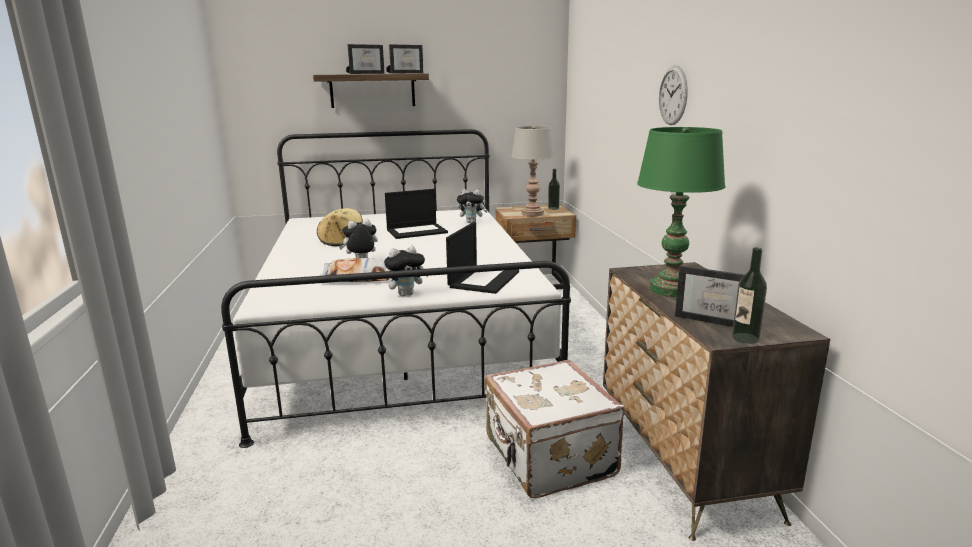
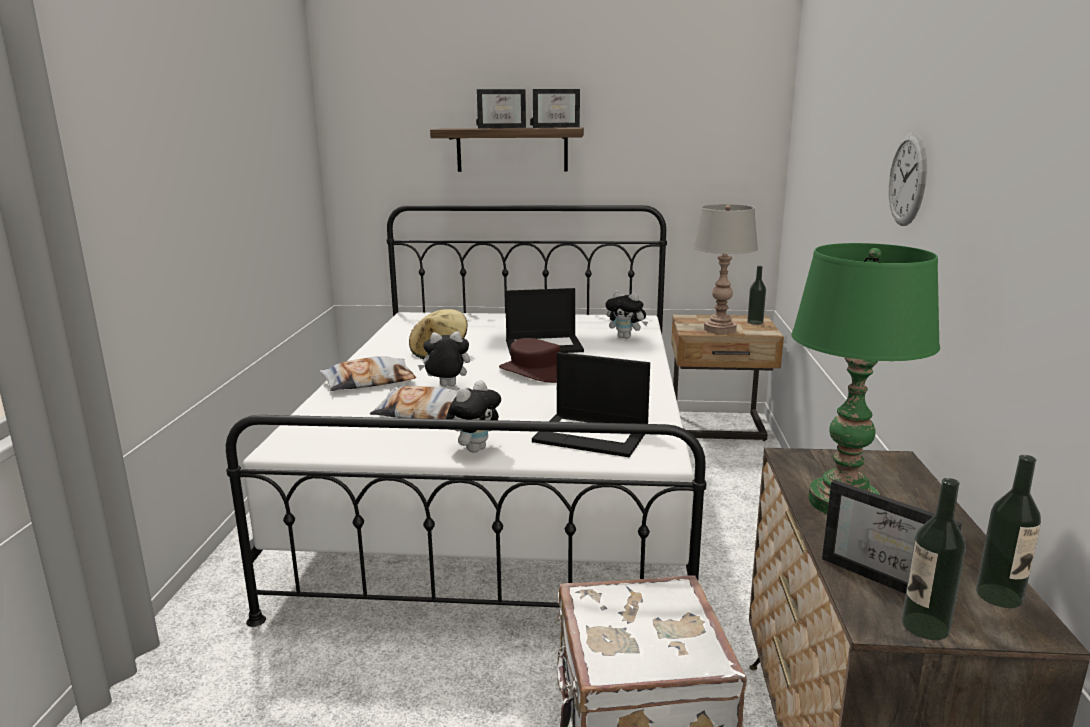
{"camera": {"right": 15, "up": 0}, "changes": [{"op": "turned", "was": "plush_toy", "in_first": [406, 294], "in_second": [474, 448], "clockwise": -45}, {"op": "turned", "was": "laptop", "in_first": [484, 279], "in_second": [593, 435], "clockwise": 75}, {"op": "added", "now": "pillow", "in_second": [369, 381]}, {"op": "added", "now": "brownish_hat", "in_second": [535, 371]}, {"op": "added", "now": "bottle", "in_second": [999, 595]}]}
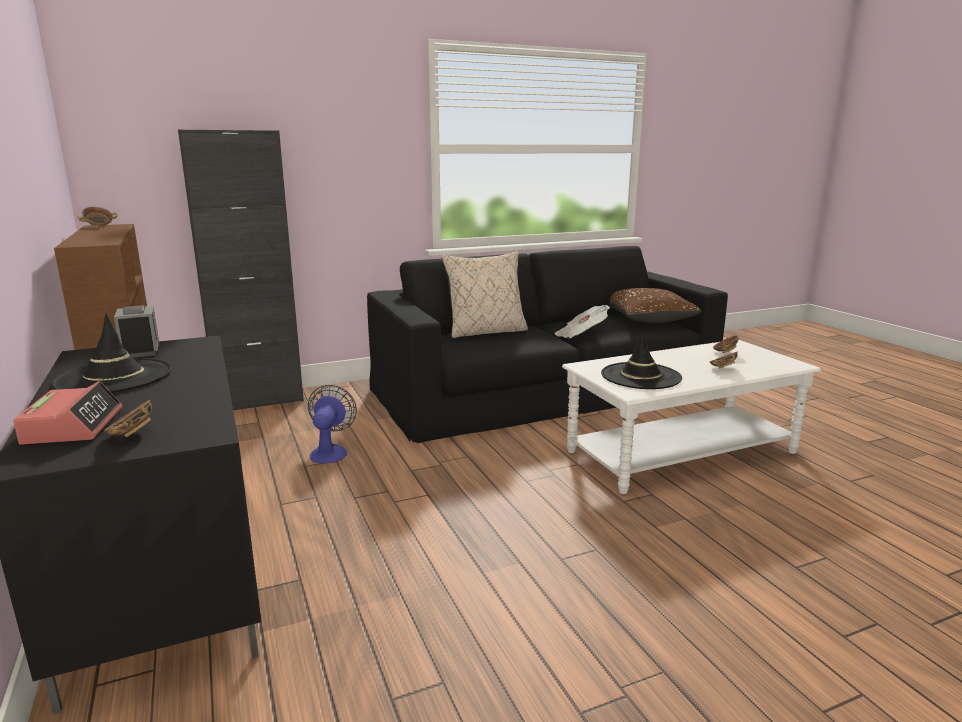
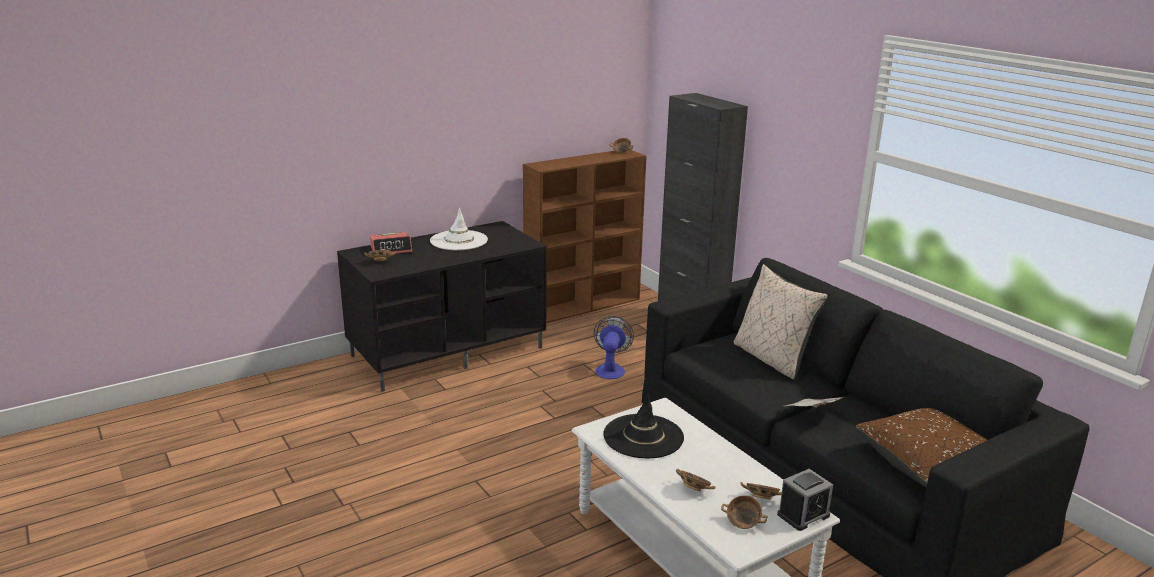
{"camera": {"right": 80, "up": 5}, "changes": [{"op": "recoloured", "was": "black-coloured_hat", "now": "white-coloured_hat", "in_first": [114, 377], "in_second": [459, 241]}, {"op": "moved", "was": "table_clock", "in_first": [141, 350], "in_second": [803, 515]}, {"op": "turned", "was": "electric_fan", "in_first": [330, 451], "in_second": [610, 369], "clockwise": -75}, {"op": "added", "now": "bowl", "in_second": [743, 523]}]}
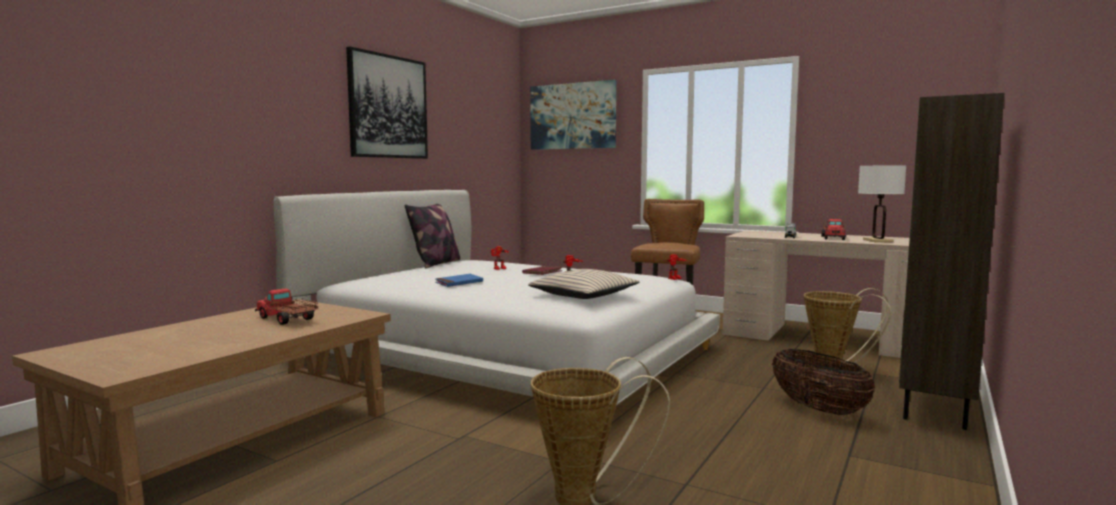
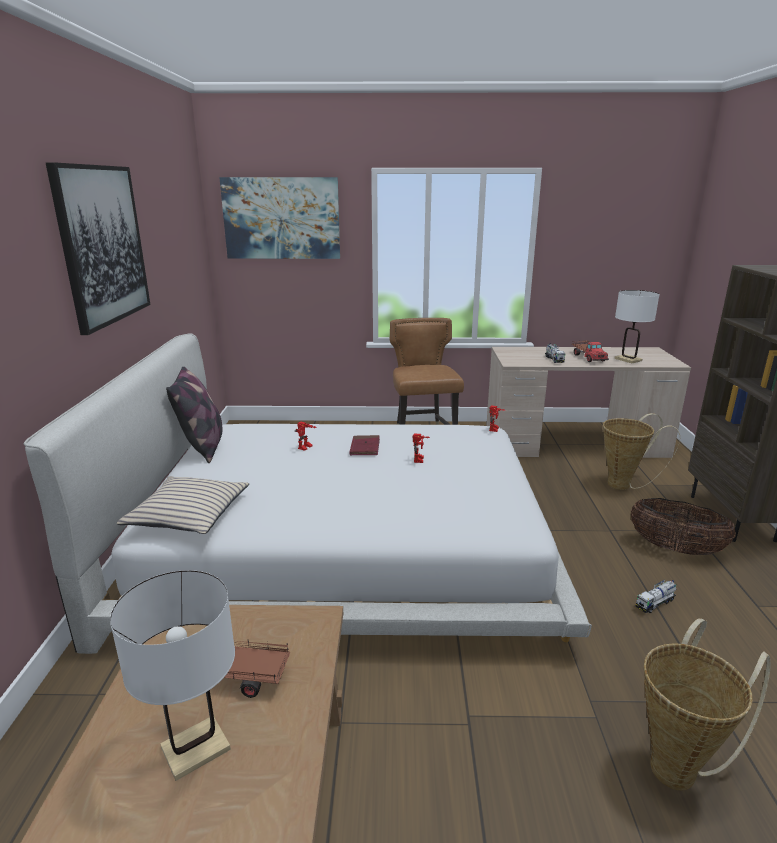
{"camera": {"right": -30, "up": 15}, "changes": [{"op": "removed", "was": "blue-coloured_book", "in_first": [459, 283]}, {"op": "moved", "was": "beige-coloured_pillow", "in_first": [583, 295], "in_second": [188, 515]}, {"op": "added", "now": "white-coloured_lamp_for_a_table", "in_second": [195, 749]}, {"op": "added", "now": "toy_truck", "in_second": [655, 603]}]}
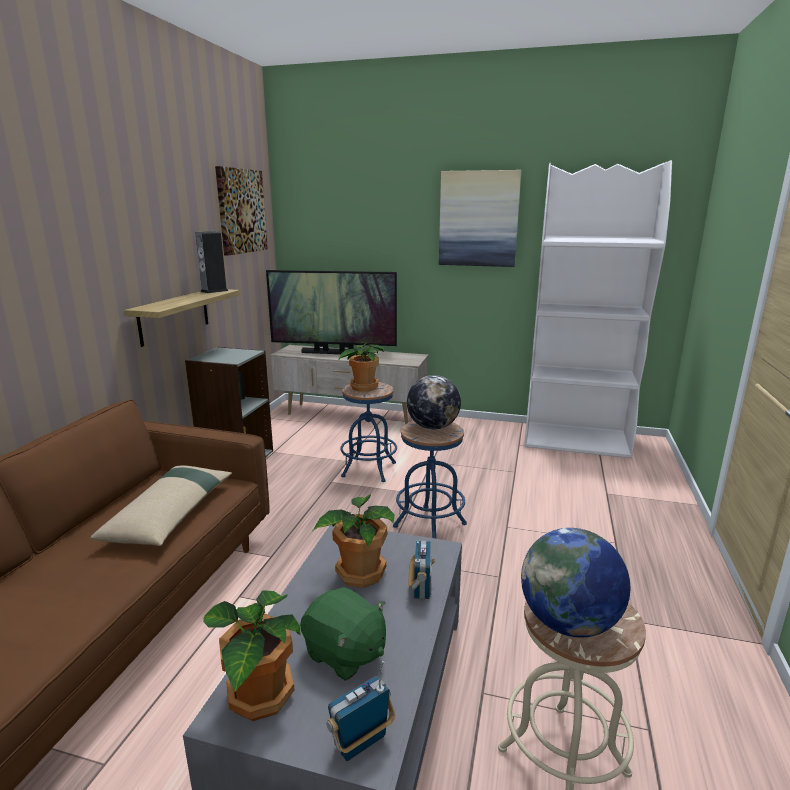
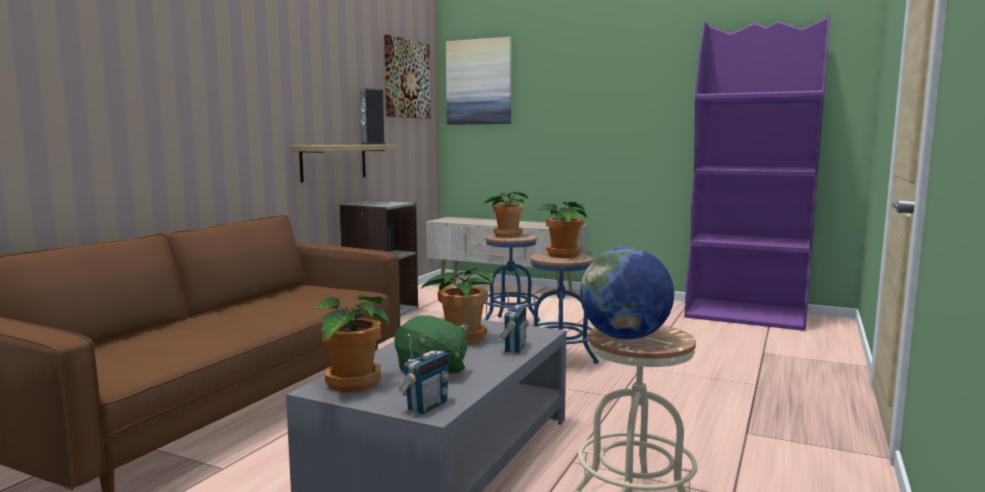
{"camera": {"right": 10, "up": -10}, "changes": [{"op": "removed", "was": "beige-coloured_pillow", "in_first": [171, 514]}, {"op": "removed", "was": "TV", "in_first": [334, 352]}, {"op": "turned", "was": "radio_receiver", "in_first": [361, 742], "in_second": [427, 406], "clockwise": 150}, {"op": "replaced", "was": "world_globe", "now": "houseplant", "in_first": [433, 427], "in_second": [563, 255]}, {"op": "moved", "was": "wall_art", "in_first": [478, 219], "in_second": [479, 82]}, {"op": "recoloured", "was": "white-coloured_bookshelf", "now": "purplish_bookshelf", "in_first": [576, 440], "in_second": [746, 316]}]}
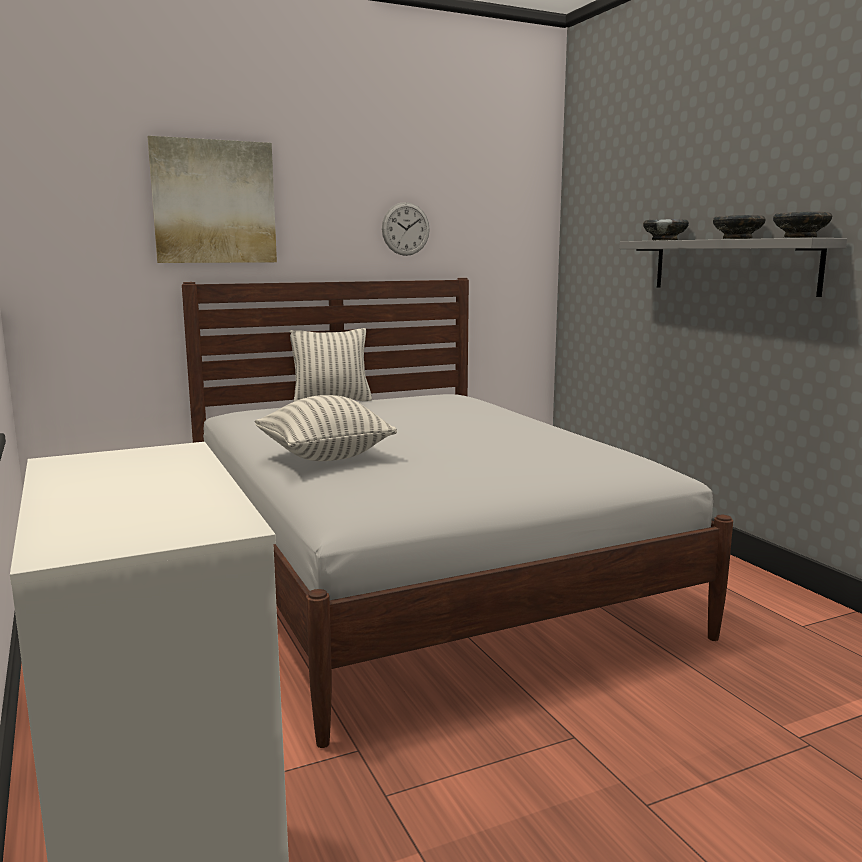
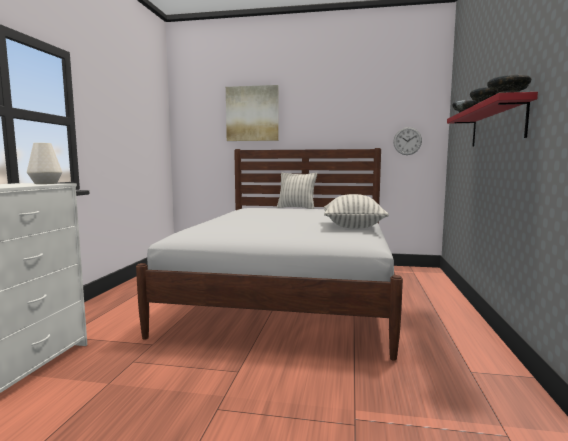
{"camera": {"right": 35, "up": -5}, "changes": [{"op": "moved", "was": "pillow", "in_first": [325, 456], "in_second": [353, 227]}, {"op": "moved", "was": "clock_on_the_wall", "in_first": [405, 229], "in_second": [407, 141]}, {"op": "recoloured", "was": "greyish_bracket_shelf", "now": "red_bracket_shelf", "in_first": [732, 266], "in_second": [496, 125]}, {"op": "added", "now": "white-coloured_decorative_vase", "in_second": [45, 183]}]}
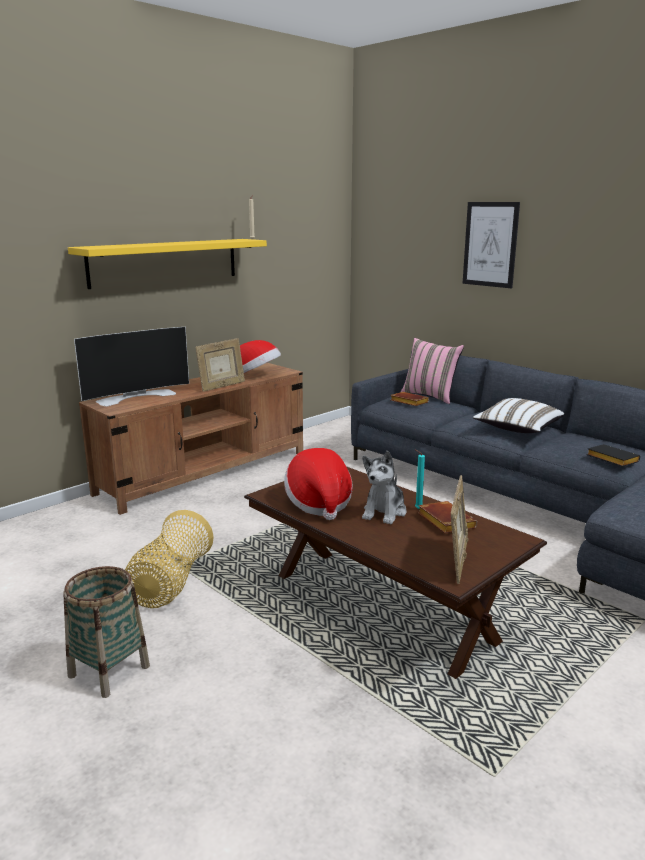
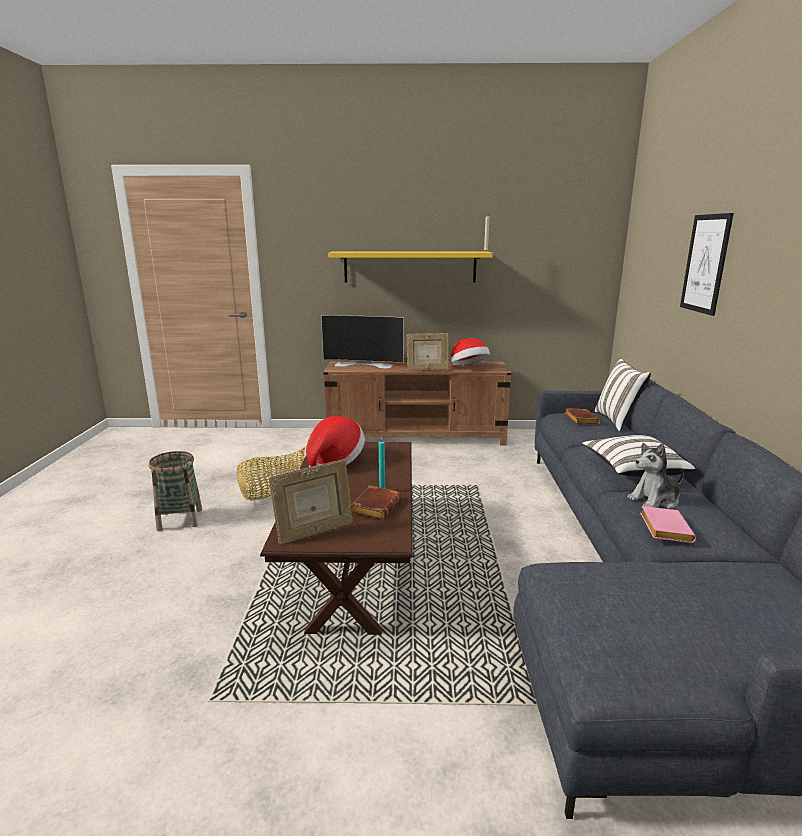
{"camera": {"right": 45, "up": 0}, "changes": [{"op": "moved", "was": "plush_toy", "in_first": [384, 512], "in_second": [655, 500]}, {"op": "recoloured", "was": "pinkish_pillow", "now": "white-coloured_pillow", "in_first": [430, 396], "in_second": [617, 421]}, {"op": "recoloured", "was": "black-coloured_book", "now": "pinkish_book", "in_first": [610, 459], "in_second": [663, 528]}]}
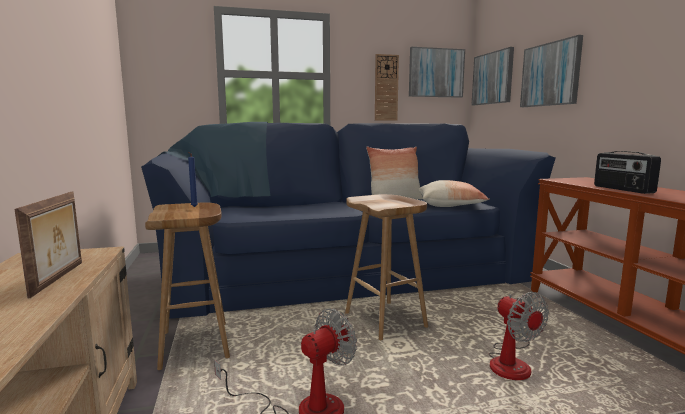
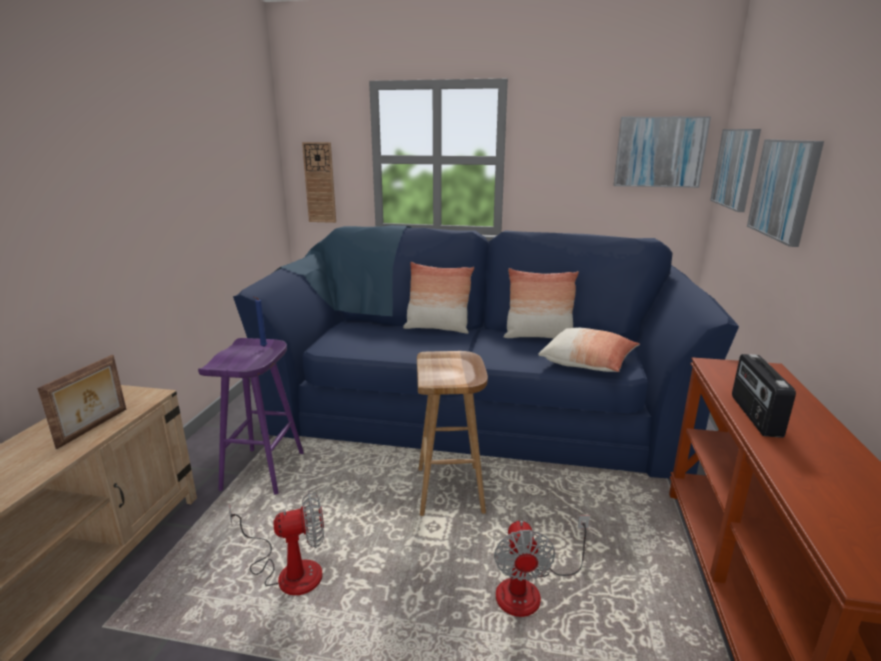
{"camera": {"right": 25, "up": 10}, "changes": [{"op": "recoloured", "was": "brownish_sitting_stool", "now": "purplish_sitting_stool", "in_first": [196, 345], "in_second": [263, 471]}, {"op": "moved", "was": "clock_on_the_wall", "in_first": [386, 88], "in_second": [320, 183]}, {"op": "added", "now": "pillow", "in_second": [437, 328]}]}
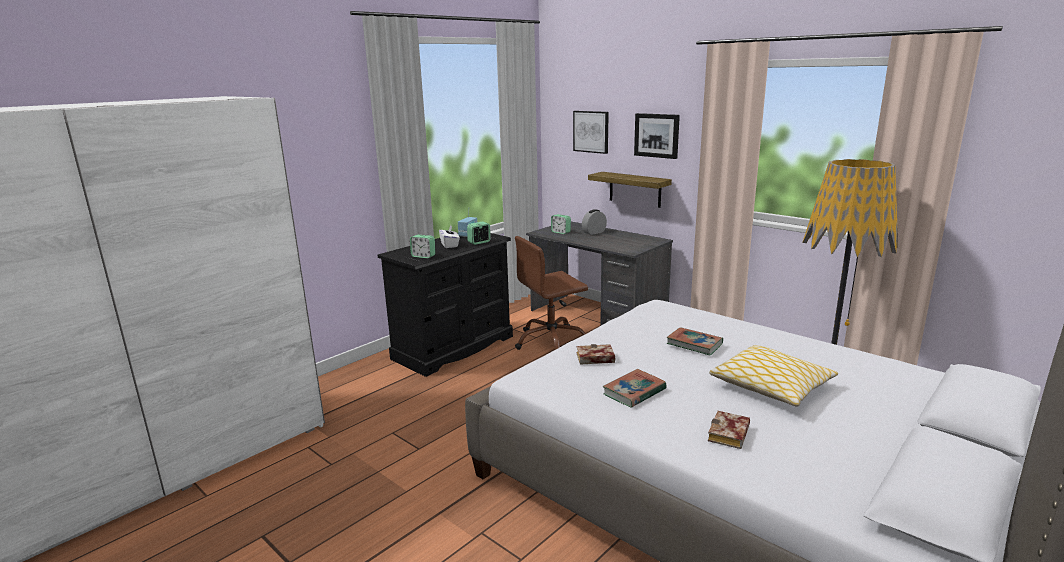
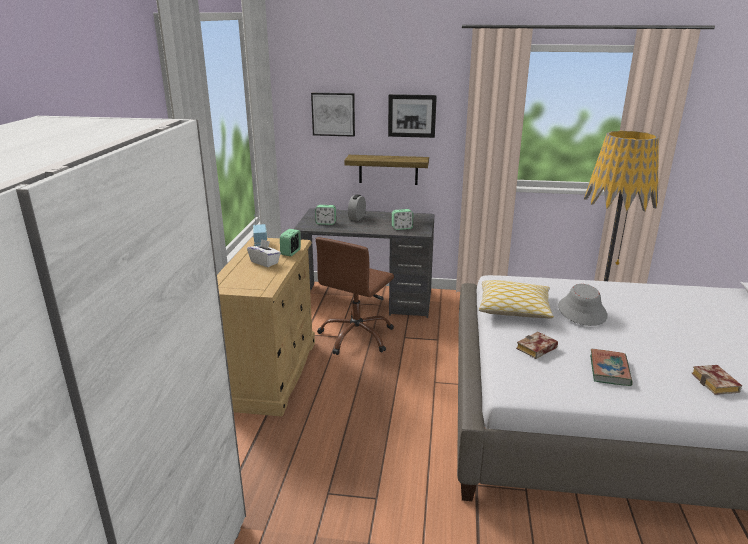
{"camera": {"right": -35, "up": 5}, "changes": [{"op": "recoloured", "was": "black-coloured_chest_of_drawers", "now": "beige-coloured_chest_of_drawers", "in_first": [454, 347], "in_second": [270, 373]}, {"op": "moved", "was": "table_clock", "in_first": [423, 256], "in_second": [402, 228]}, {"op": "replaced", "was": "book", "now": "greyish_hat", "in_first": [694, 344], "in_second": [582, 311]}, {"op": "moved", "was": "pillow", "in_first": [771, 386], "in_second": [514, 309]}]}
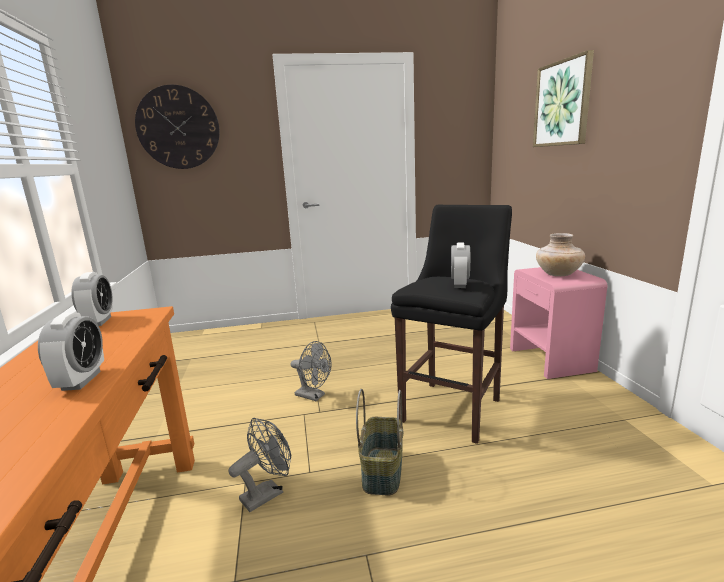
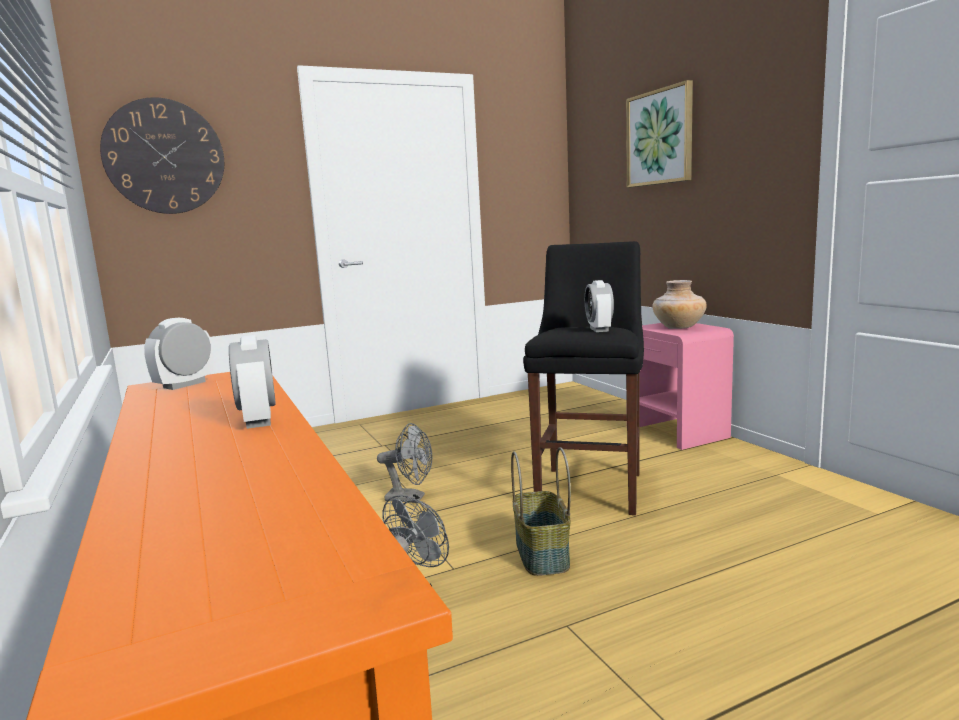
{"camera": {"right": -15, "up": -5}, "changes": [{"op": "turned", "was": "table_clock", "in_first": [99, 321], "in_second": [184, 385], "clockwise": -120}]}
